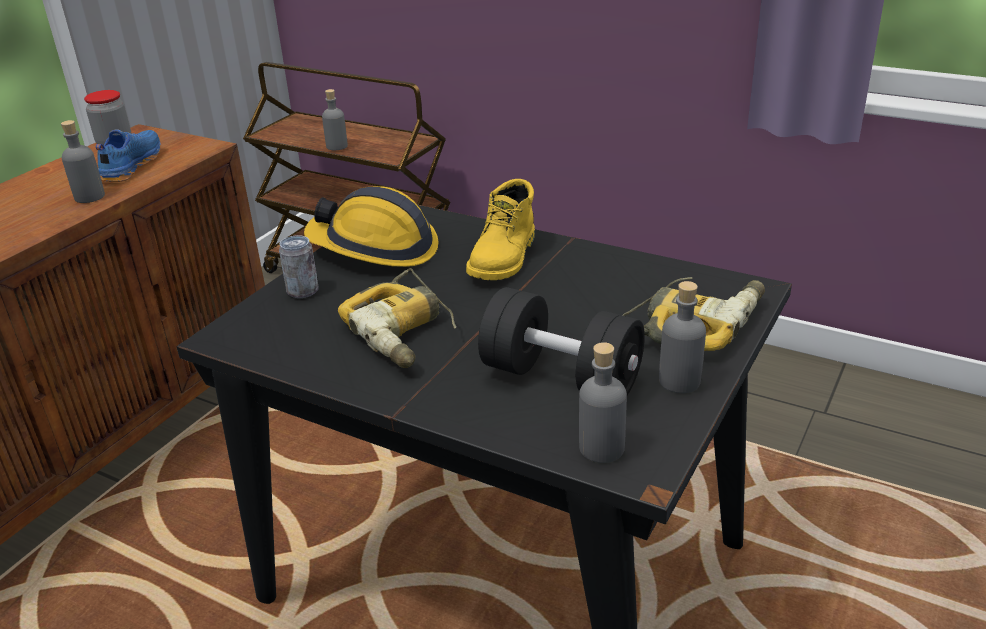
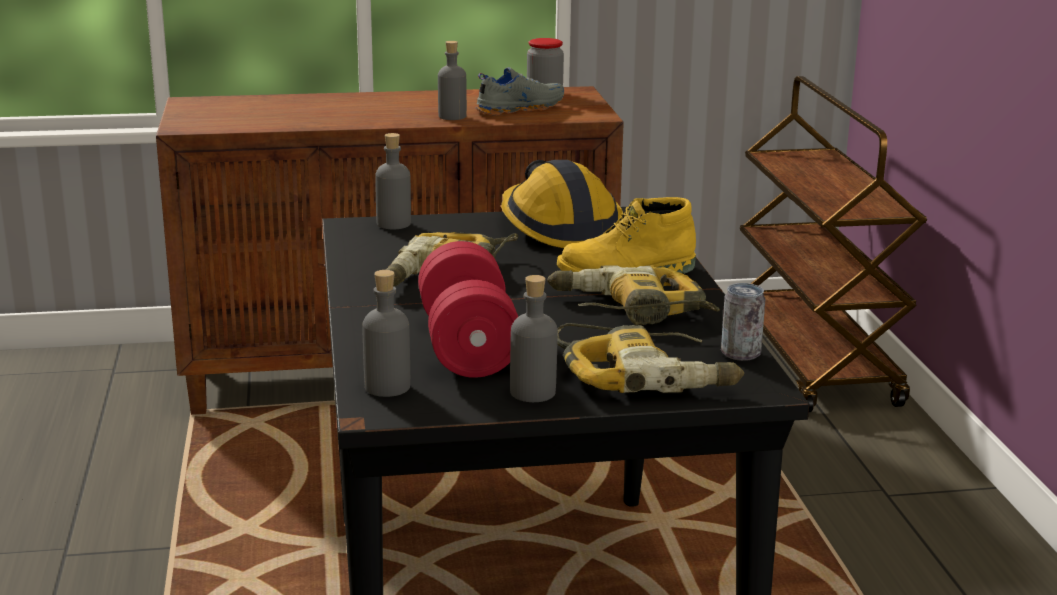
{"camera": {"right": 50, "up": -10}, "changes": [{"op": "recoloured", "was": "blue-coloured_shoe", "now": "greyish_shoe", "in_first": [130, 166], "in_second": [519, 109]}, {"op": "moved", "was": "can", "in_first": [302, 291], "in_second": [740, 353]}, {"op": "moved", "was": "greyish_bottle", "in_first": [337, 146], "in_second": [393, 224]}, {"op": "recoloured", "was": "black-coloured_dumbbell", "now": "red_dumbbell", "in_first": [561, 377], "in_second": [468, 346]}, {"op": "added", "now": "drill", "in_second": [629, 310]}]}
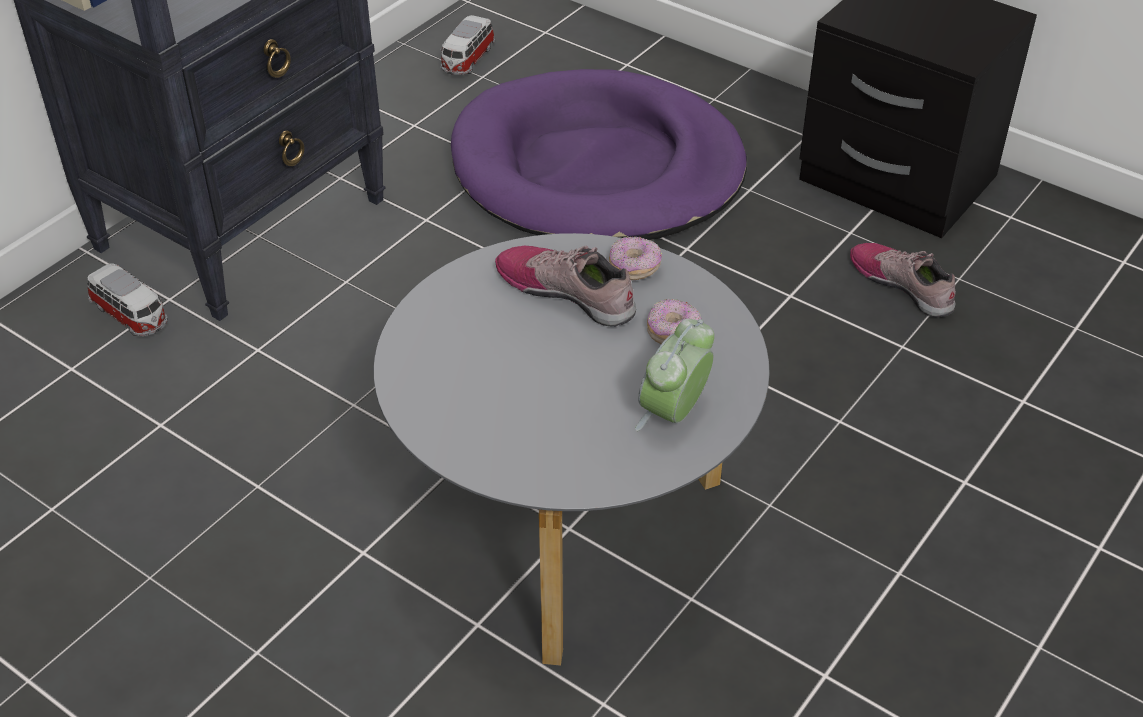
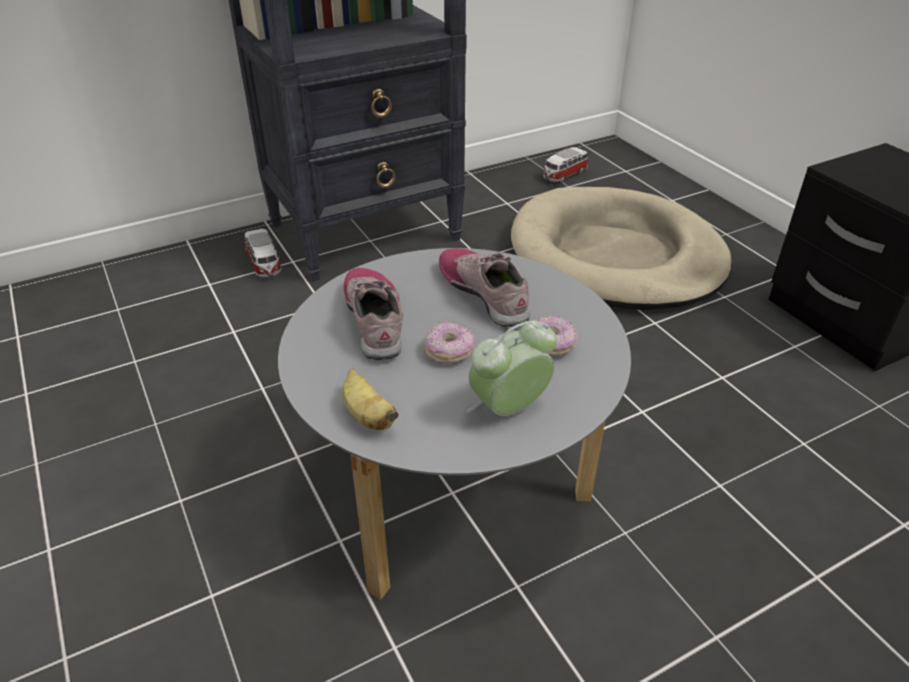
{"camera": {"right": 25, "up": -5}, "changes": [{"op": "recoloured", "was": "purplish_dog_bed", "now": "beige-coloured_dog_bed", "in_first": [597, 169], "in_second": [615, 256]}, {"op": "moved", "was": "ring_doughnut", "in_first": [634, 267], "in_second": [450, 352]}, {"op": "moved", "was": "shoe", "in_first": [903, 285], "in_second": [375, 319]}, {"op": "added", "now": "banana", "in_second": [367, 416]}]}
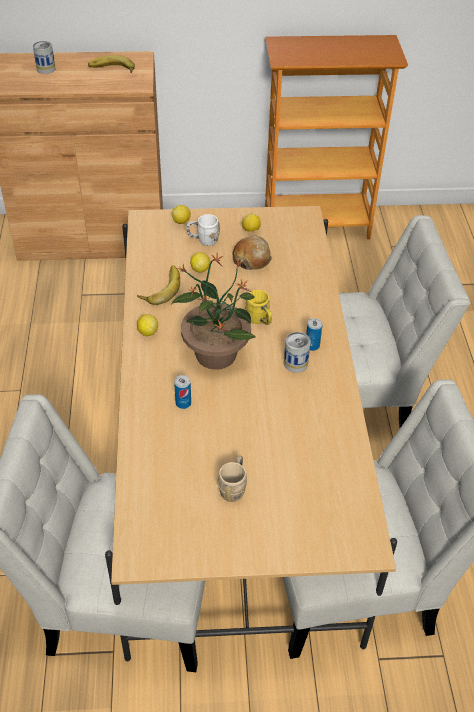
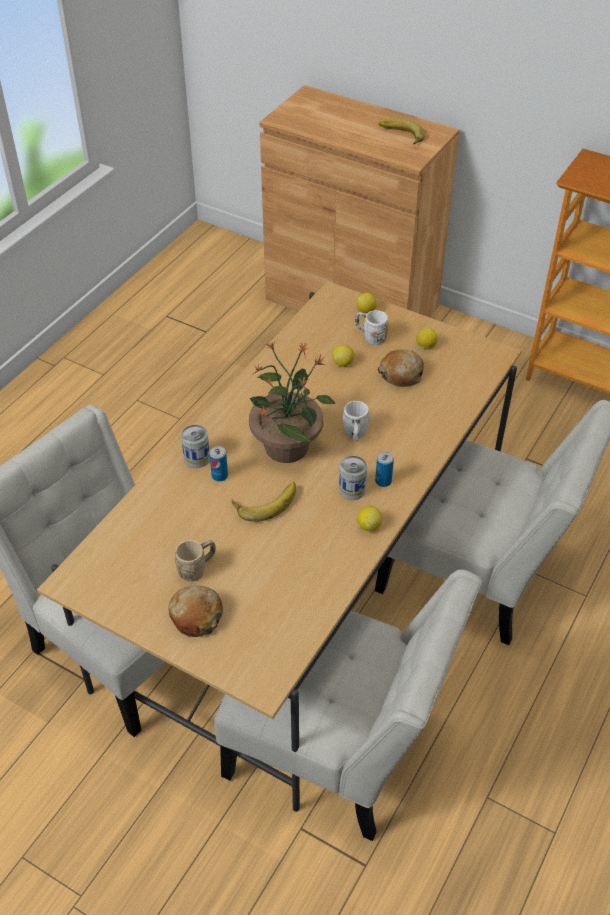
{"camera": {"right": 35, "up": 0}, "changes": [{"op": "moved", "was": "can", "in_first": [46, 69], "in_second": [197, 458]}, {"op": "moved", "was": "banana", "in_first": [160, 287], "in_second": [265, 502]}, {"op": "moved", "was": "whole_lemon", "in_first": [147, 332], "in_second": [369, 526]}, {"op": "recoloured", "was": "yellowish_coffee_mug", "now": "white-coloured_coffee_mug", "in_first": [259, 320], "in_second": [355, 435]}, {"op": "added", "now": "bakery_bread", "in_second": [196, 616]}]}
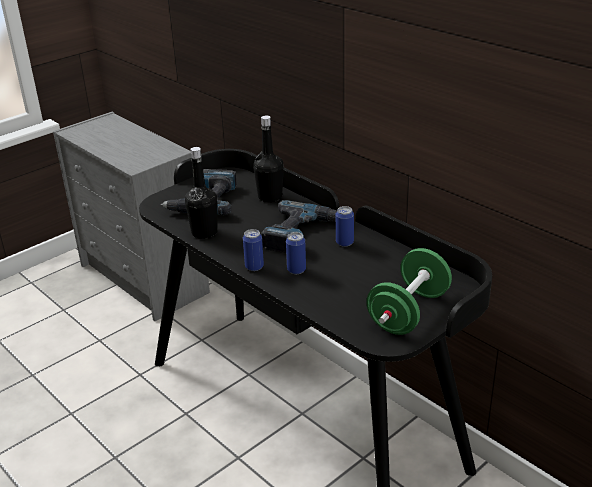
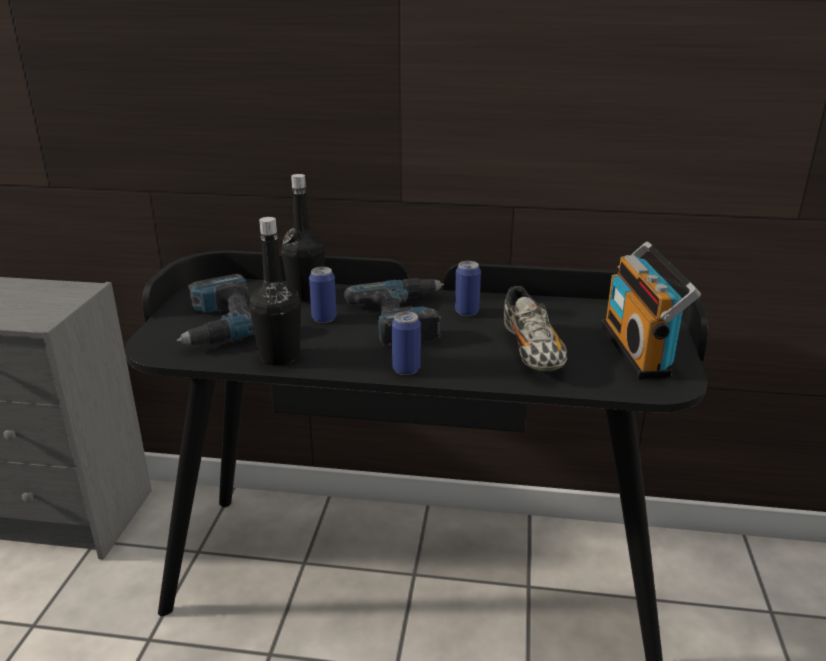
{"camera": {"right": -40, "up": -5}, "changes": [{"op": "moved", "was": "can", "in_first": [296, 270], "in_second": [324, 318]}, {"op": "replaced", "was": "greenish_dumbbell", "now": "radio_receiver", "in_first": [408, 312], "in_second": [640, 350]}, {"op": "added", "now": "shoe", "in_second": [532, 352]}]}
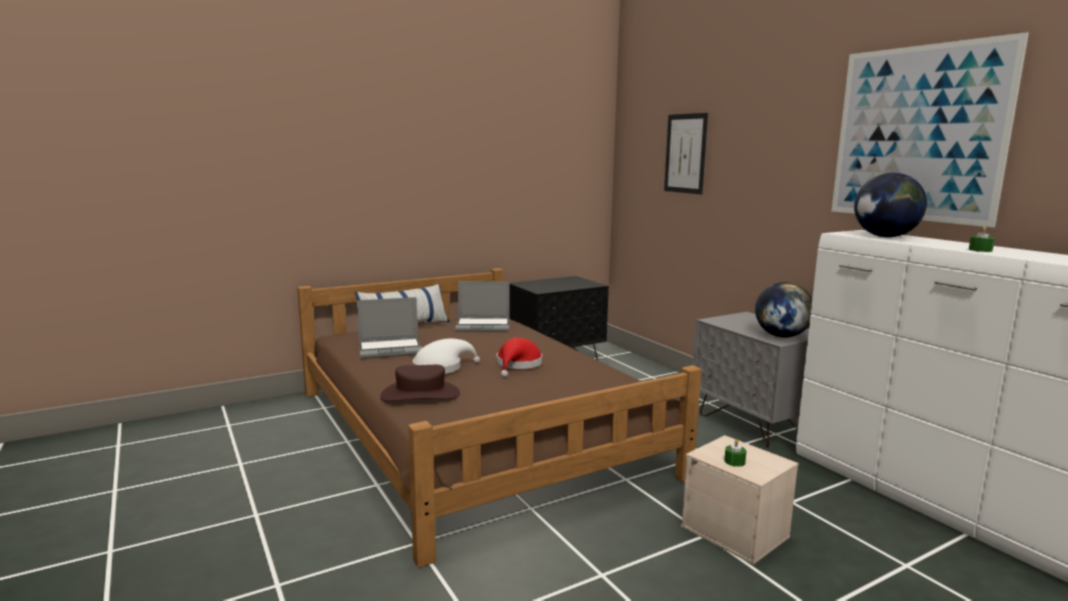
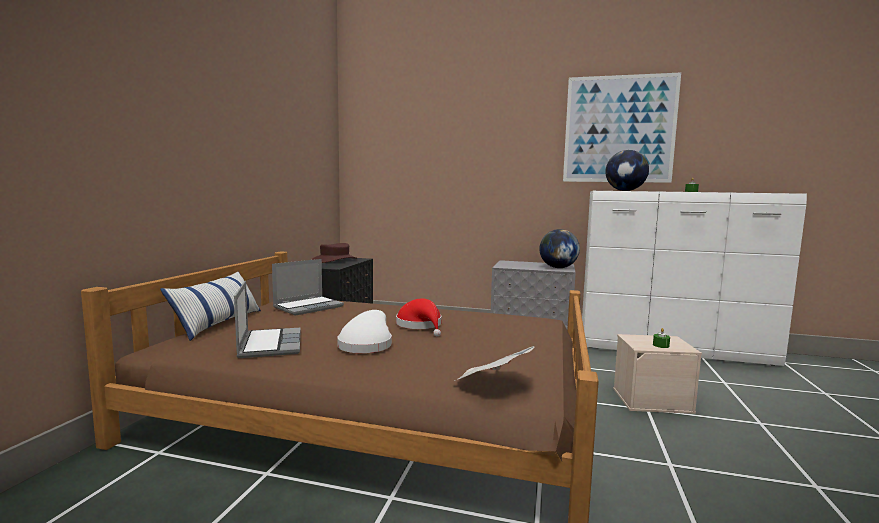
{"camera": {"right": -45, "up": -5}, "changes": [{"op": "turned", "was": "laptop", "in_first": [391, 349], "in_second": [269, 344], "clockwise": -45}, {"op": "moved", "was": "brownish_hat", "in_first": [420, 395], "in_second": [334, 260]}, {"op": "removed", "was": "wall_art", "in_first": [685, 153]}, {"op": "added", "now": "newspaper", "in_second": [492, 384]}]}
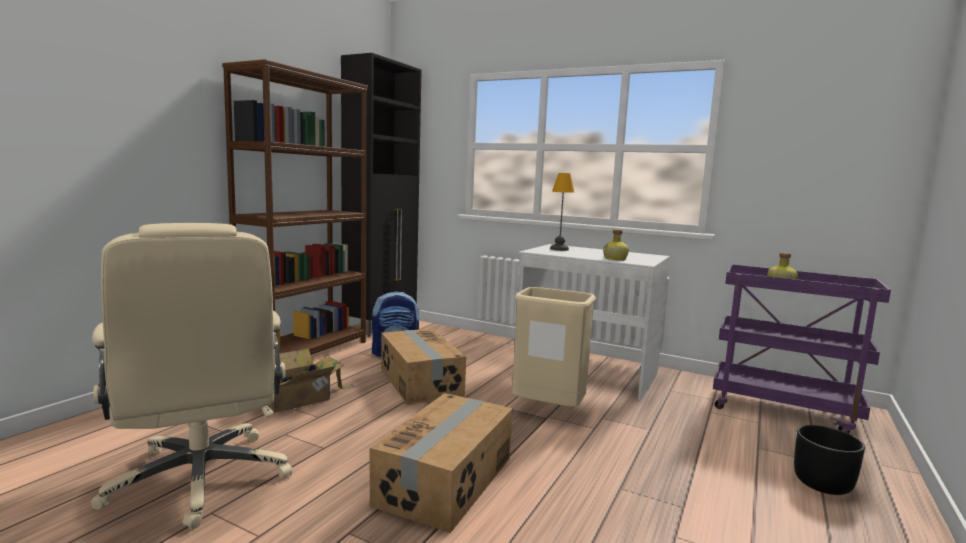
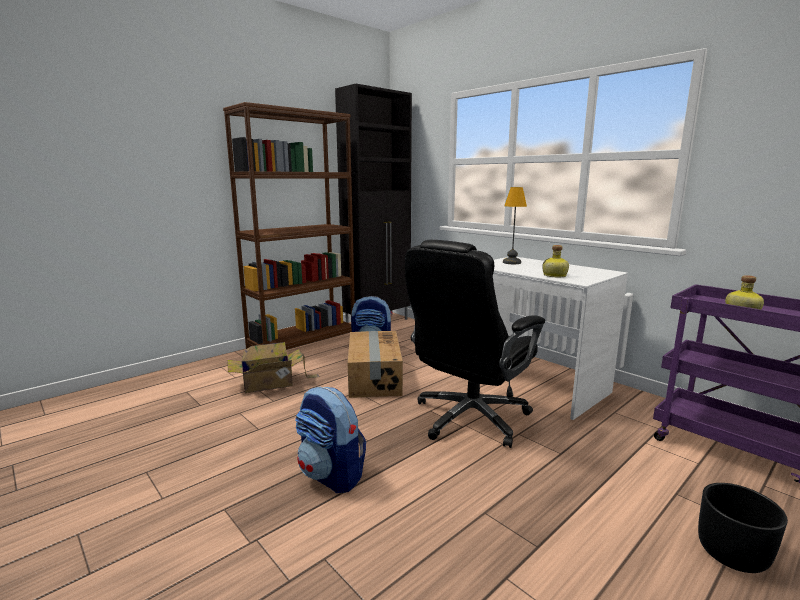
{"camera": {"right": 20, "up": 5}, "changes": [{"op": "removed", "was": "beige-coloured_office_chair", "in_first": [200, 480]}, {"op": "replaced", "was": "cardboard_box", "now": "knapsack", "in_first": [447, 480], "in_second": [331, 475]}, {"op": "replaced", "was": "beige-coloured_waste_bin", "now": "black-coloured_office_chair", "in_first": [547, 410], "in_second": [469, 418]}]}
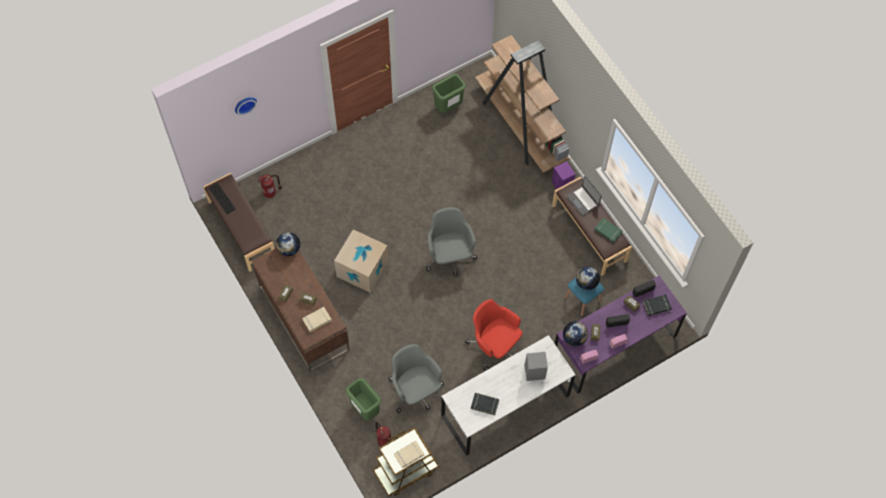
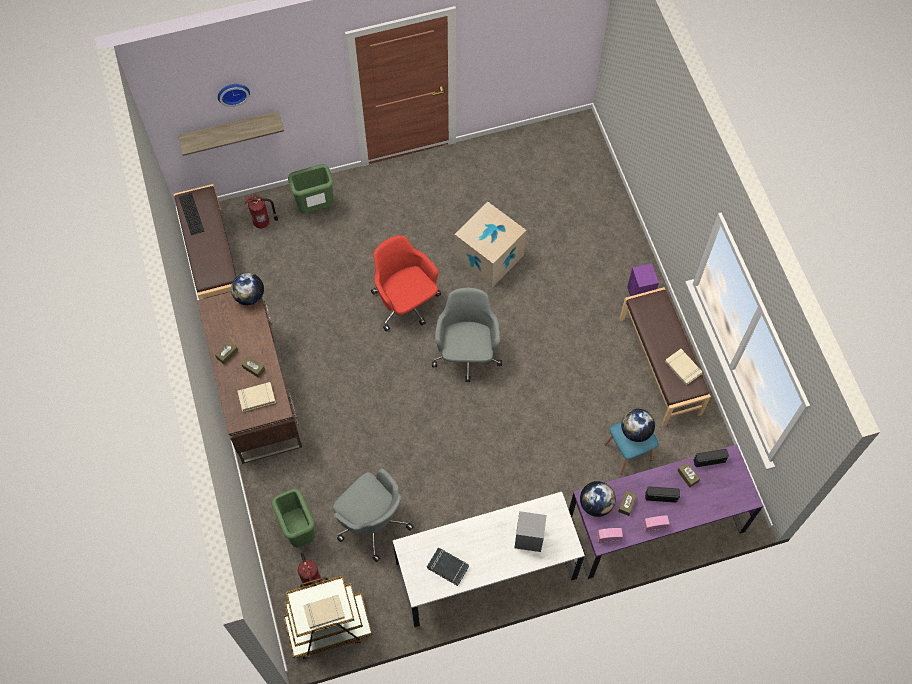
{"camera": {"right": 15, "up": 0}, "changes": [{"op": "moved", "was": "cardboard_box", "in_first": [362, 269], "in_second": [489, 257]}, {"op": "turned", "was": "greyish_office_chair", "in_first": [415, 390], "in_second": [372, 521], "clockwise": 150}, {"op": "moved", "was": "greenish_waste_bin", "in_first": [448, 107], "in_second": [315, 208]}, {"op": "moved", "was": "red_office_chair", "in_first": [494, 345], "in_second": [406, 303]}, {"op": "removed", "was": "brownish_bookshelf", "in_first": [521, 126]}, {"op": "removed", "was": "laptop", "in_first": [583, 200]}, {"op": "recoloured", "was": "greenish_book", "now": "beige-coloured_book", "in_first": [608, 231], "in_second": [682, 368]}, {"op": "removed", "was": "black-coloured_book", "in_first": [656, 306]}, {"op": "added", "now": "bracket_shelf", "in_second": [230, 130]}]}
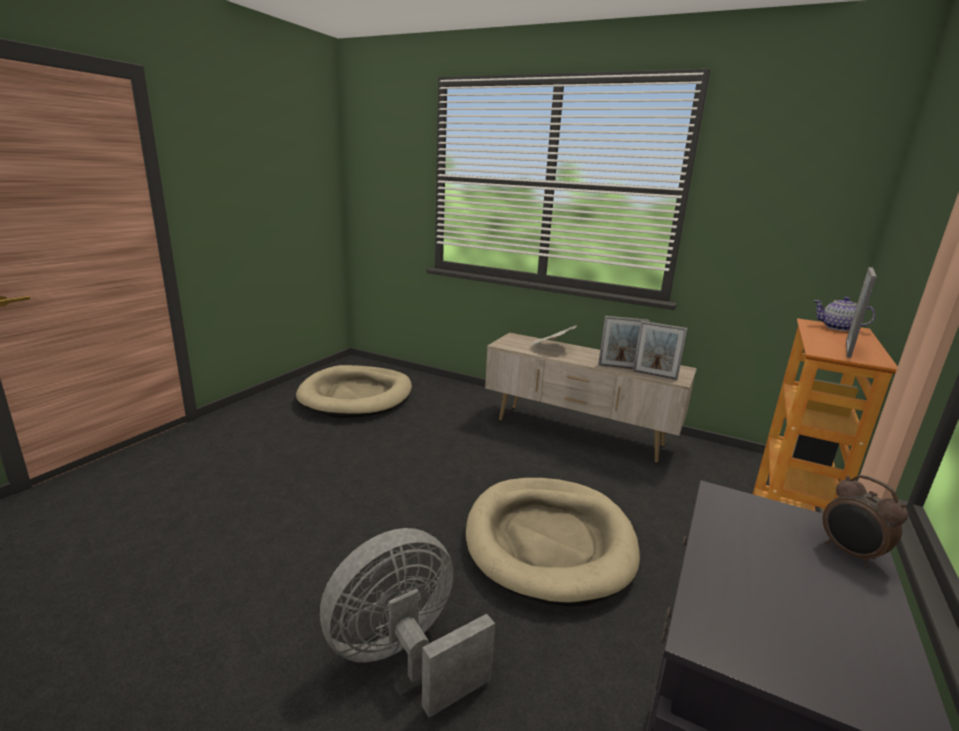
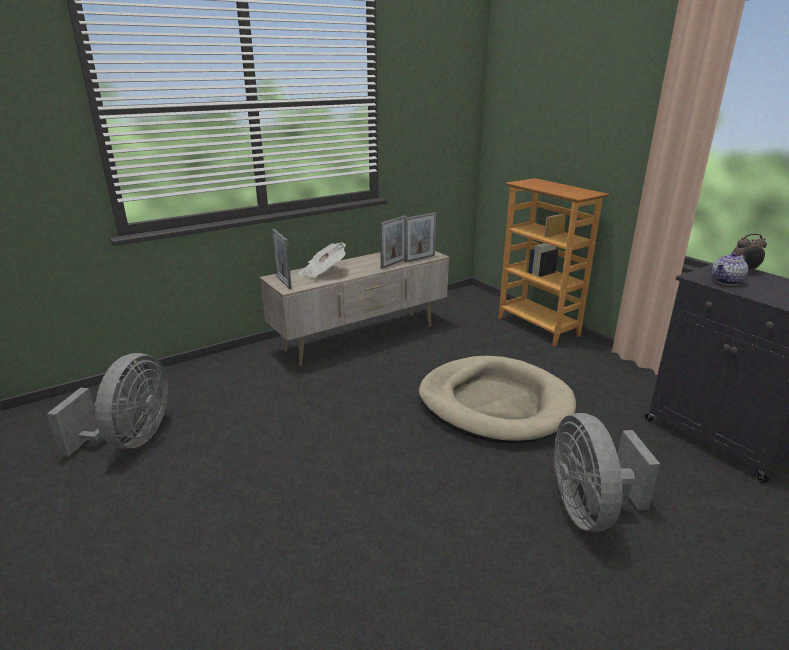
{"camera": {"right": -60, "up": 5}, "changes": [{"op": "replaced", "was": "beige-coloured_dog_bed", "now": "greyish_electric_fan", "in_first": [356, 396], "in_second": [130, 439]}, {"op": "moved", "was": "tea_pot", "in_first": [838, 328], "in_second": [727, 281]}, {"op": "moved", "was": "photo_frame", "in_first": [848, 349], "in_second": [283, 282]}]}
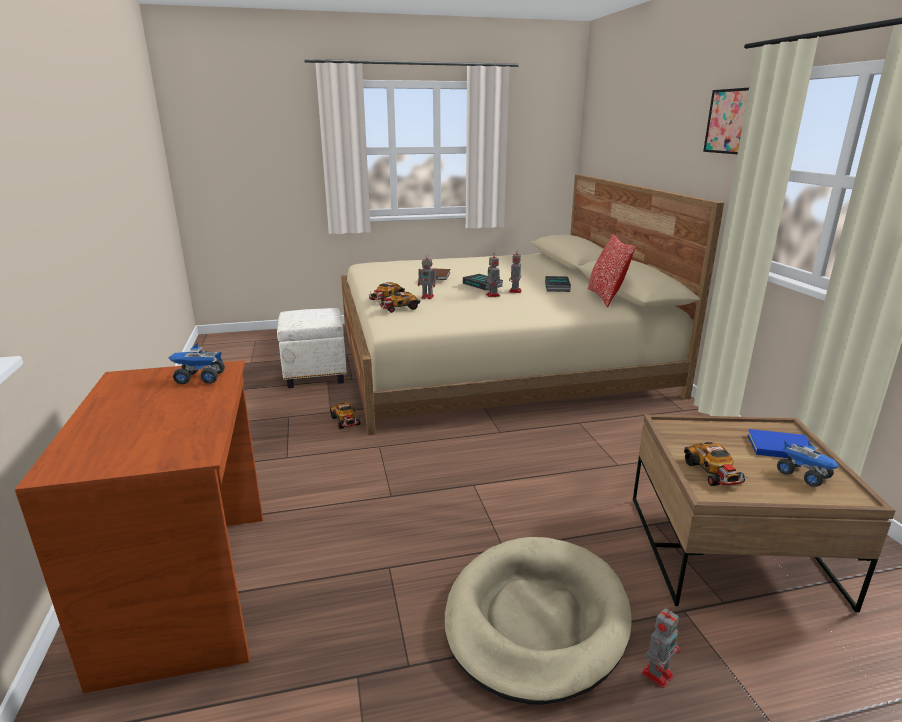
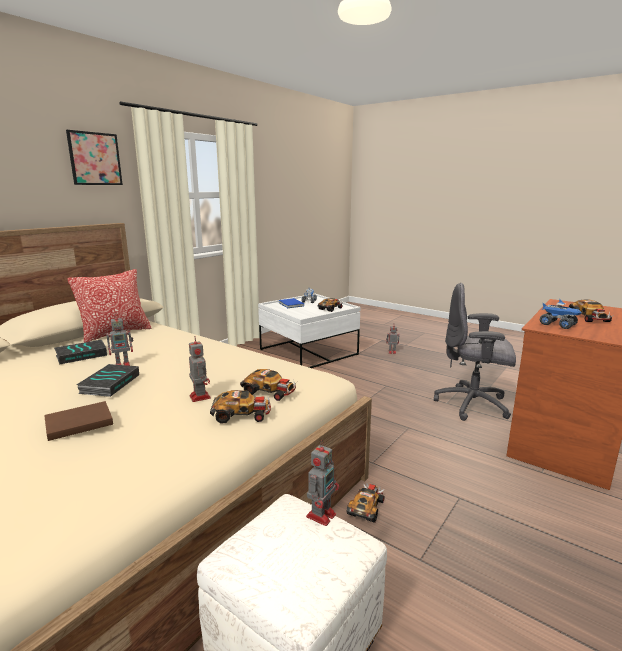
{"camera": {"right": -130, "up": -5}, "changes": [{"op": "removed", "was": "beige-coloured_dog_bed", "in_first": [535, 619]}, {"op": "moved", "was": "toy_robot", "in_first": [493, 295], "in_second": [322, 514]}, {"op": "recoloured", "was": "brownish_low_table", "now": "white-coloured_low_table", "in_first": [731, 549], "in_second": [308, 352]}, {"op": "added", "now": "greyish_office_chair", "in_second": [473, 405]}, {"op": "added", "now": "toy_car", "in_second": [589, 318]}]}
